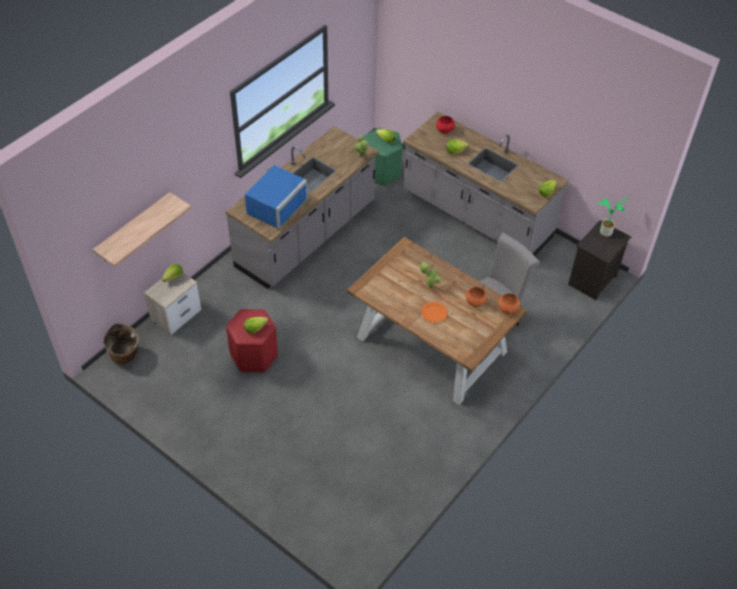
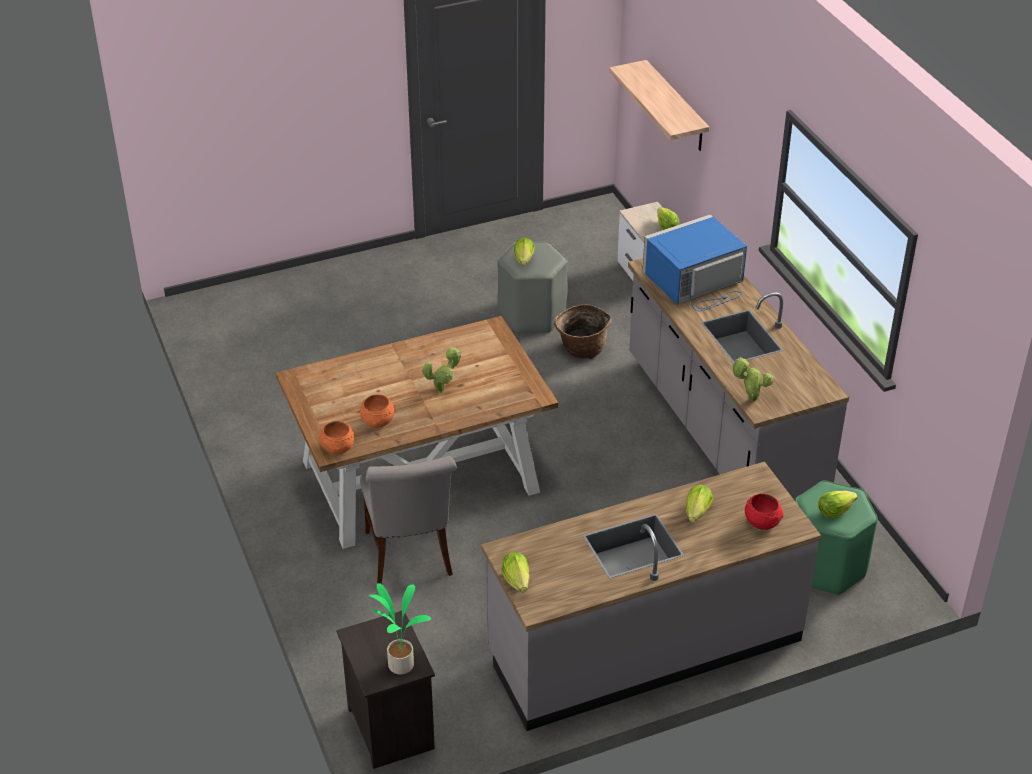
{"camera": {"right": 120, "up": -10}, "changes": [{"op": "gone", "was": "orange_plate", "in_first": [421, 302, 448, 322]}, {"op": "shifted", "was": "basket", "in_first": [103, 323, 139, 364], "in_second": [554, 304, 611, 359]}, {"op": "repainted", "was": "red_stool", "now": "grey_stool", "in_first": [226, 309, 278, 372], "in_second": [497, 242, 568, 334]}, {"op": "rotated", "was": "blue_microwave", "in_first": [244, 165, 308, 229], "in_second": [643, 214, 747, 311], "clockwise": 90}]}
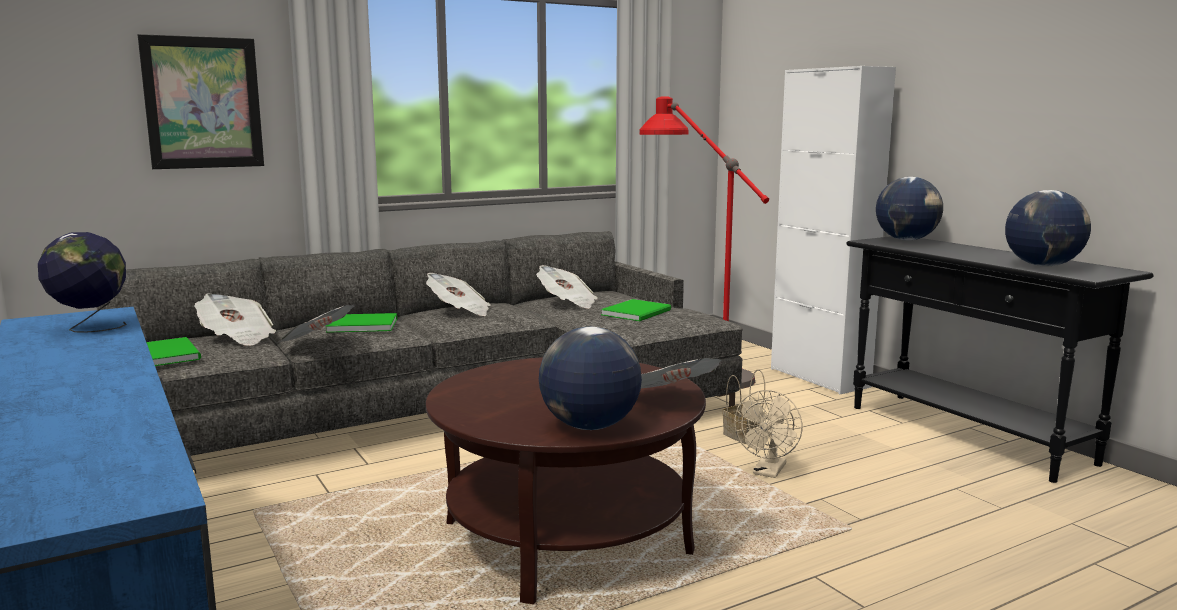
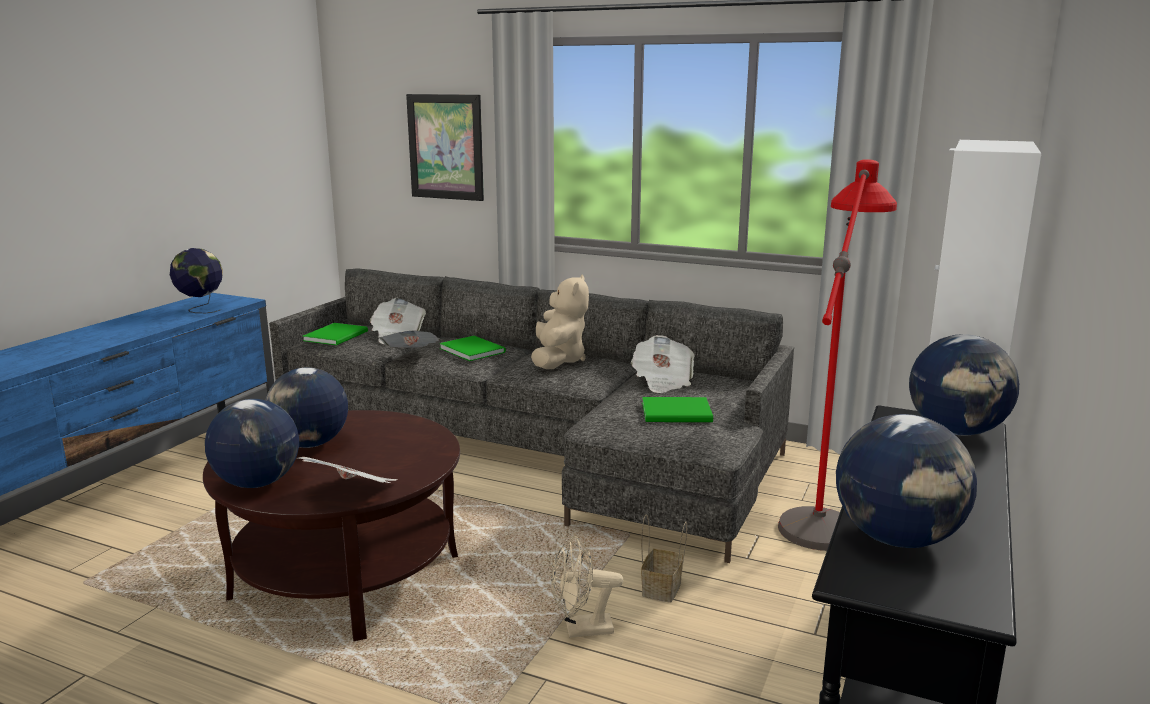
{"camera": {"right": 55, "up": 5}, "changes": [{"op": "new", "now": "globe", "in_second": [266, 367, 348, 448]}, {"op": "swapped", "was": "newspaper", "now": "beige_plush_toy", "in_first": [426, 273, 491, 316], "in_second": [531, 275, 589, 369]}]}
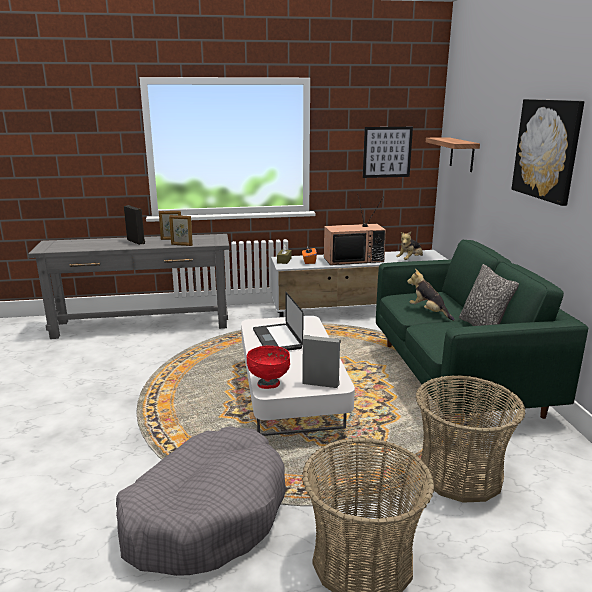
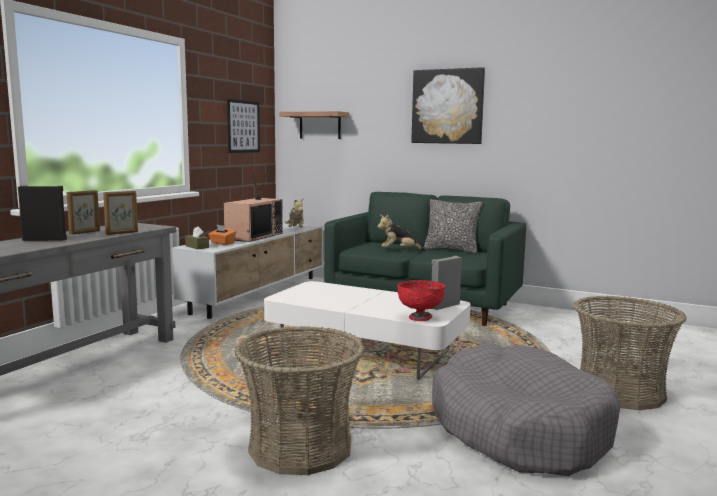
{"camera": {"right": -55, "up": -10}, "changes": [{"op": "gone", "was": "laptop", "in_first": [253, 292, 303, 351]}, {"op": "shifted", "was": "basket", "in_first": [415, 375, 526, 503], "in_second": [234, 326, 365, 475]}]}
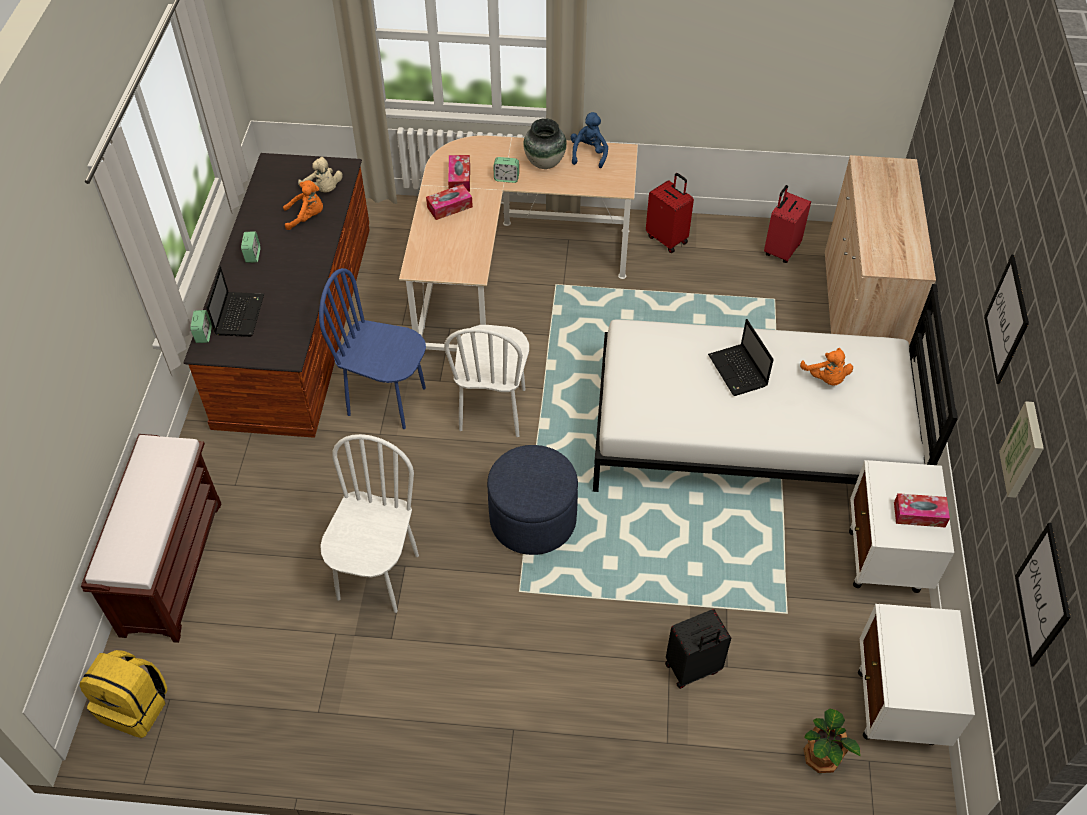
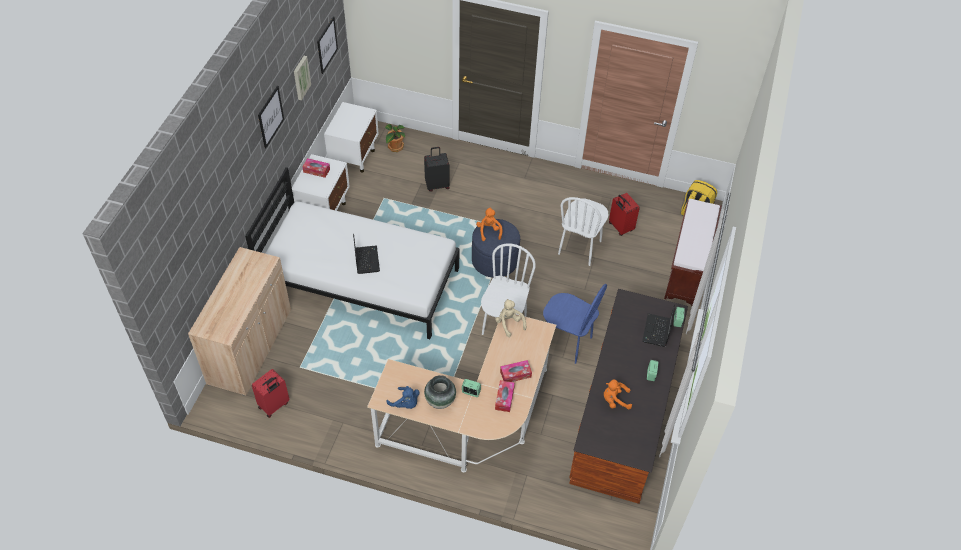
{"camera": {"right": -170, "up": 0}, "changes": [{"op": "shifted", "was": "beige_plush_toy", "in_first": [298, 157, 343, 192], "in_second": [495, 299, 526, 337]}, {"op": "shifted", "was": "red_suitcase", "in_first": [646, 173, 694, 253], "in_second": [609, 193, 640, 236]}, {"op": "shifted", "was": "orange_plush_toy", "in_first": [800, 348, 853, 386], "in_second": [476, 207, 503, 241]}, {"op": "rotated", "was": "blue_plush_toy", "in_first": [571, 112, 608, 168], "in_second": [387, 386, 419, 409], "clockwise": -75}]}
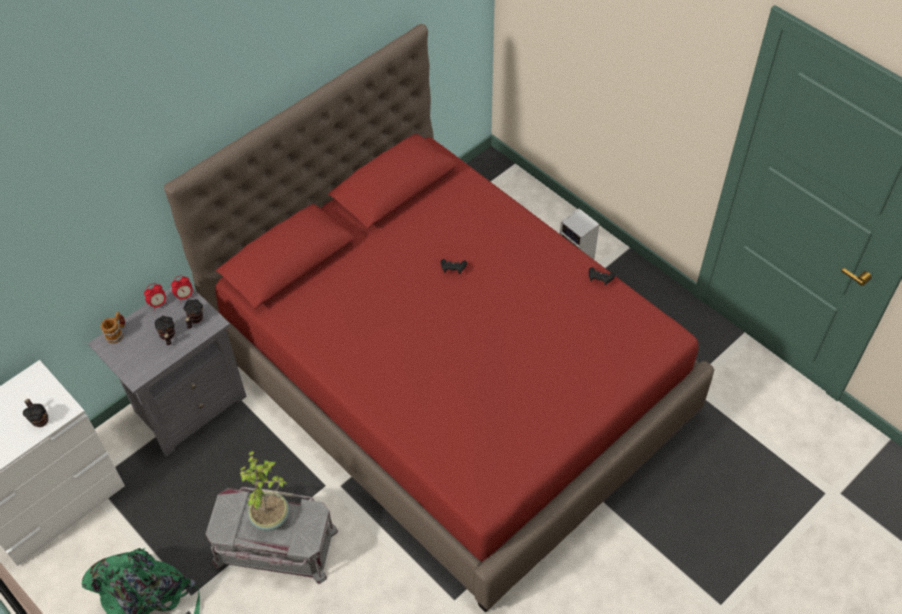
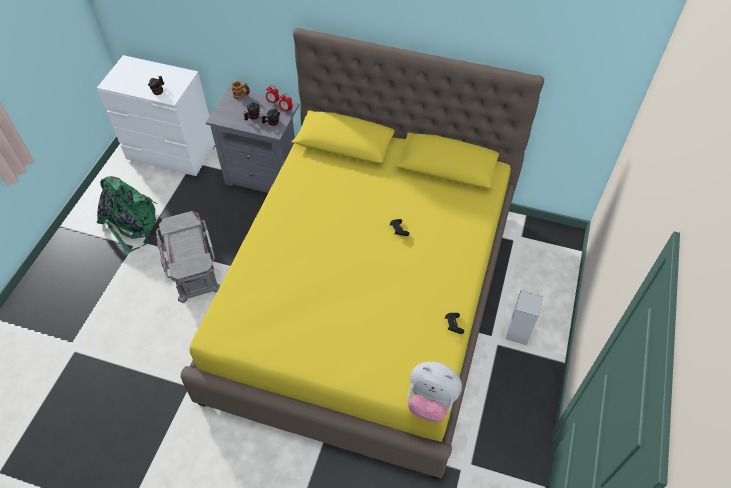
{"camera": {"right": 60, "up": 0}, "changes": [{"op": "gone", "was": "potted_plant", "in_first": [240, 451, 289, 531]}, {"op": "new", "now": "plush_toy", "in_second": [408, 362, 462, 422]}, {"op": "repainted", "was": "red_bed", "now": "yellow_bed", "in_first": [164, 24, 714, 613], "in_second": [181, 28, 544, 479]}]}
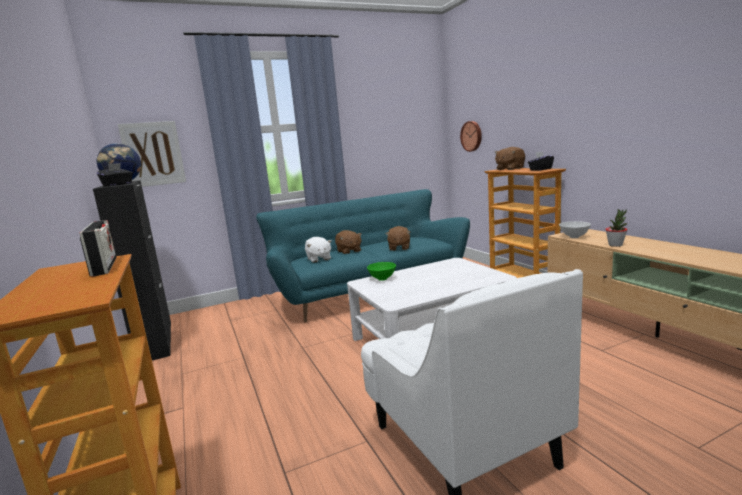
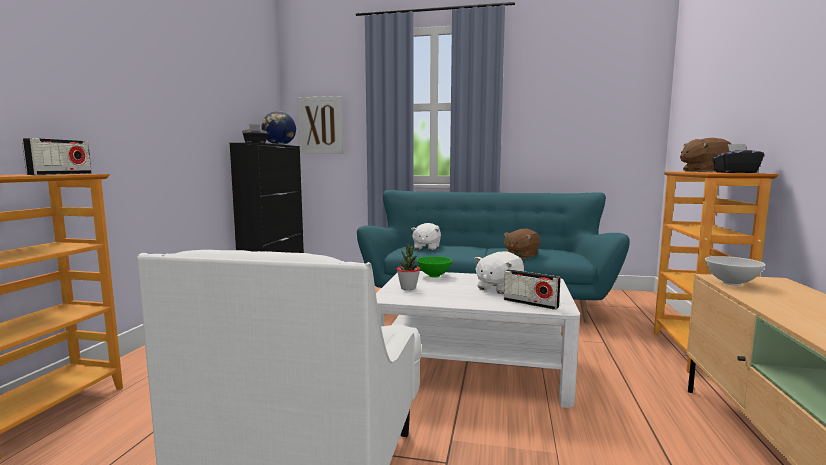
{"camera": {"right": 35, "up": -5}, "changes": [{"op": "gone", "was": "brown_plush_toy", "in_first": [335, 230, 362, 254]}, {"op": "gone", "was": "wall_clock", "in_first": [460, 121, 482, 152]}, {"op": "new", "now": "white_plush_toy", "in_second": [475, 251, 524, 294]}, {"op": "new", "now": "radio", "in_second": [504, 269, 561, 310]}, {"op": "shifted", "was": "potted_plant", "in_first": [605, 209, 628, 247], "in_second": [397, 243, 420, 290]}]}
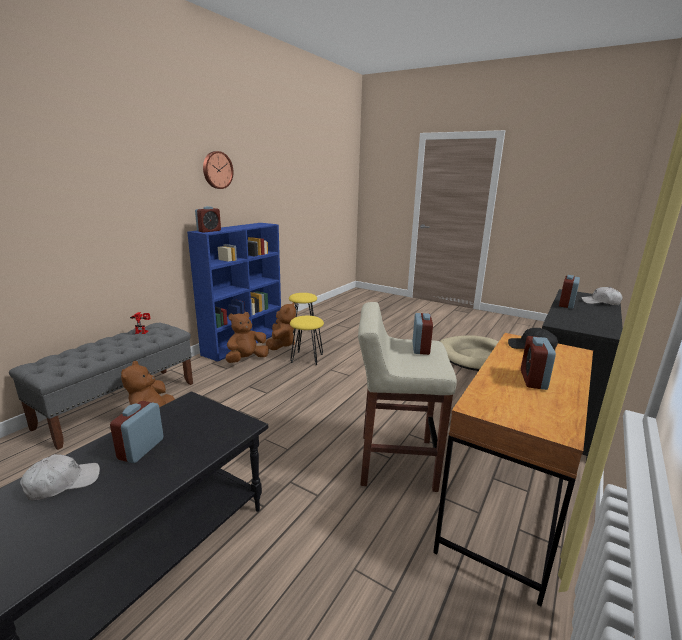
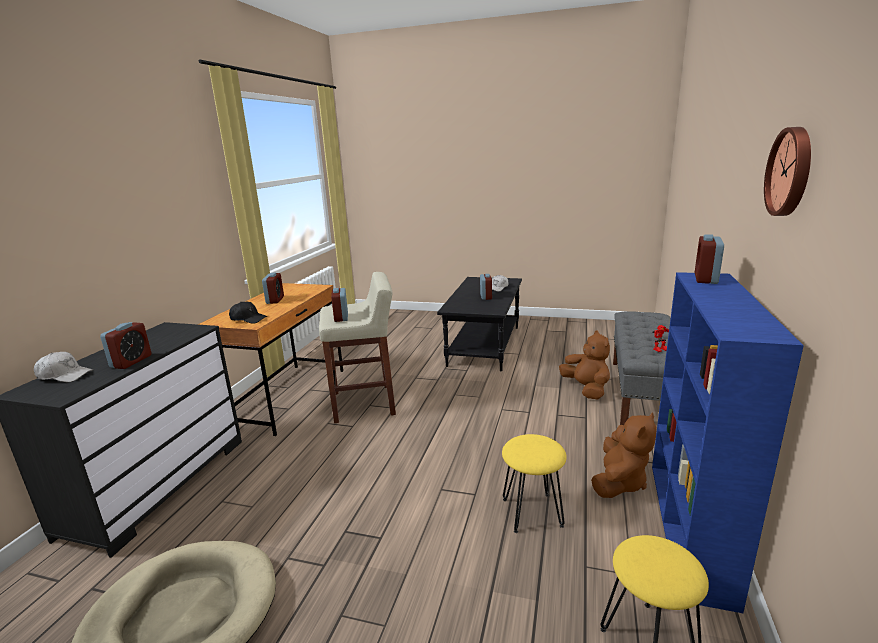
{"camera": {"right": 165, "up": 0}, "changes": [{"op": "gone", "was": "brown_plush_toy", "in_first": [266, 302, 296, 350]}]}
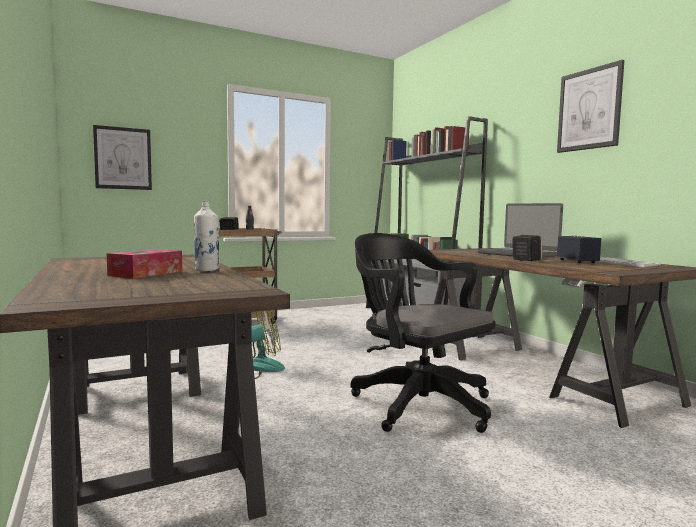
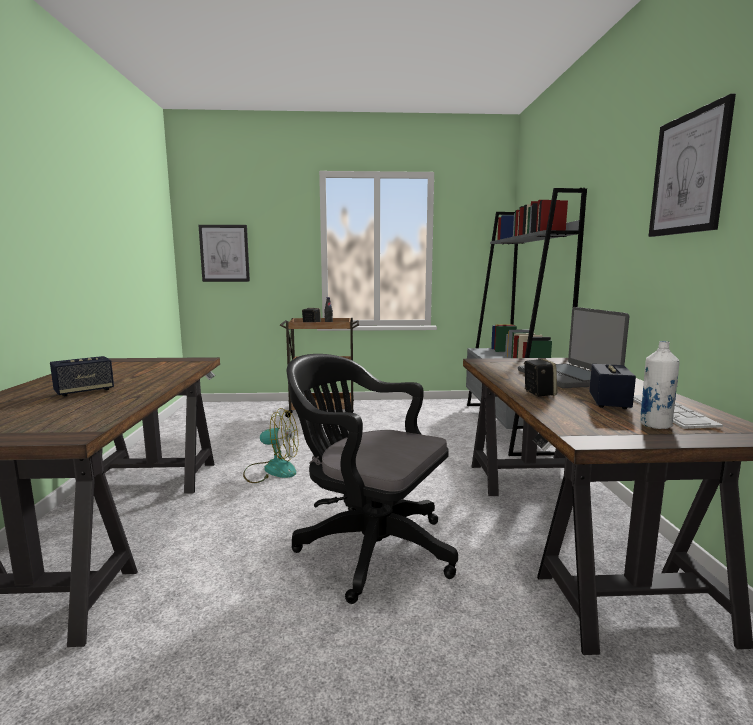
{"camera": {"right": 25, "up": 5}, "changes": [{"op": "shifted", "was": "white_bottle", "in_first": [194, 201, 219, 272], "in_second": [640, 341, 680, 429]}, {"op": "swapped", "was": "tissue_box", "now": "speaker", "in_first": [107, 249, 182, 279], "in_second": [50, 356, 114, 397]}, {"op": "rotated", "was": "black_office_chair", "in_first": [351, 233, 496, 433], "in_second": [287, 354, 458, 604], "clockwise": -45}]}
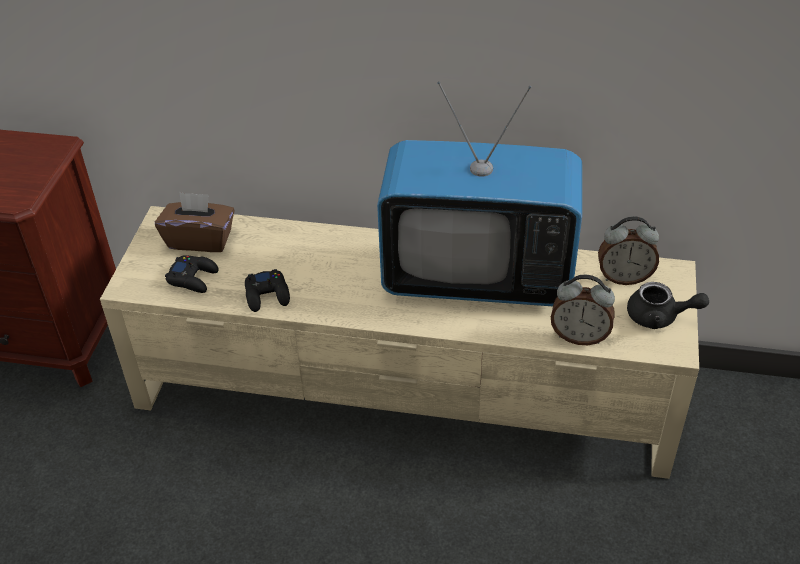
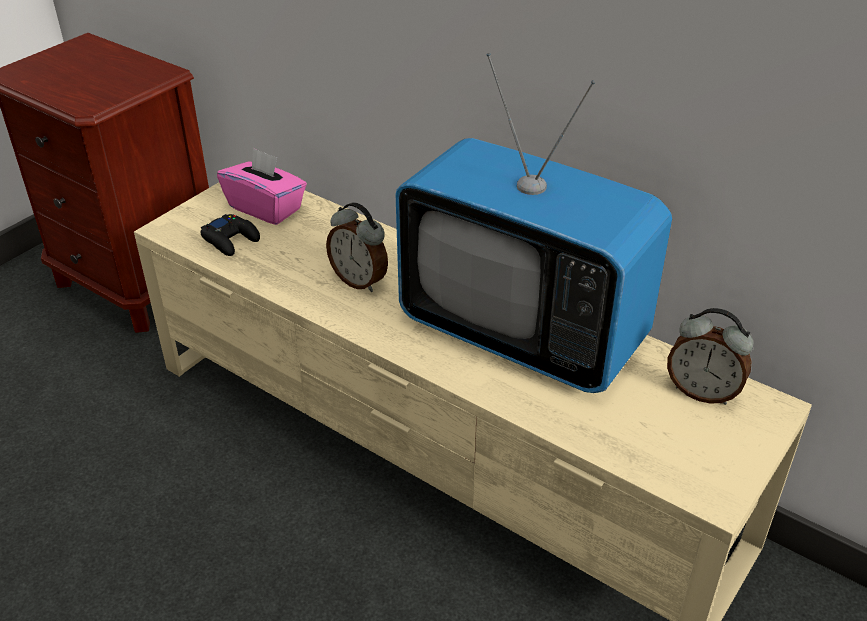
{"camera": {"right": 25, "up": -5}, "changes": [{"op": "gone", "was": "black_game_controller", "in_first": [245, 269, 290, 312]}, {"op": "gone", "was": "black_teapot", "in_first": [627, 282, 709, 329]}, {"op": "shifted", "was": "alarm_clock", "in_first": [551, 275, 615, 345], "in_second": [326, 202, 388, 292]}, {"op": "repainted", "was": "brown_tissue_box", "now": "pink_tissue_box", "in_first": [155, 192, 235, 252], "in_second": [217, 147, 307, 225]}]}
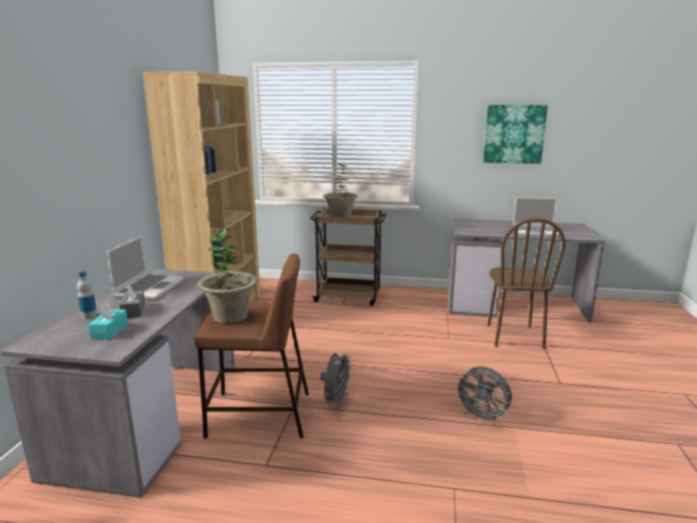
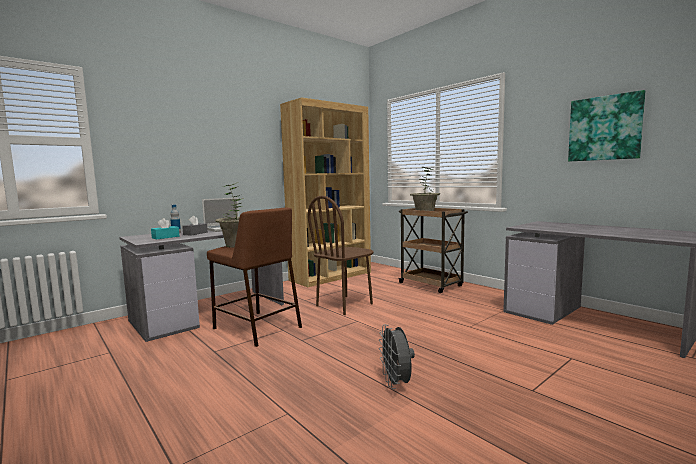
{"camera": {"right": 40, "up": -10}, "changes": [{"op": "gone", "was": "grey_fan", "in_first": [320, 351, 353, 408]}, {"op": "gone", "was": "laptop", "in_first": [512, 197, 560, 237]}, {"op": "shifted", "was": "brown_chair", "in_first": [487, 218, 566, 349], "in_second": [308, 196, 373, 315]}]}
